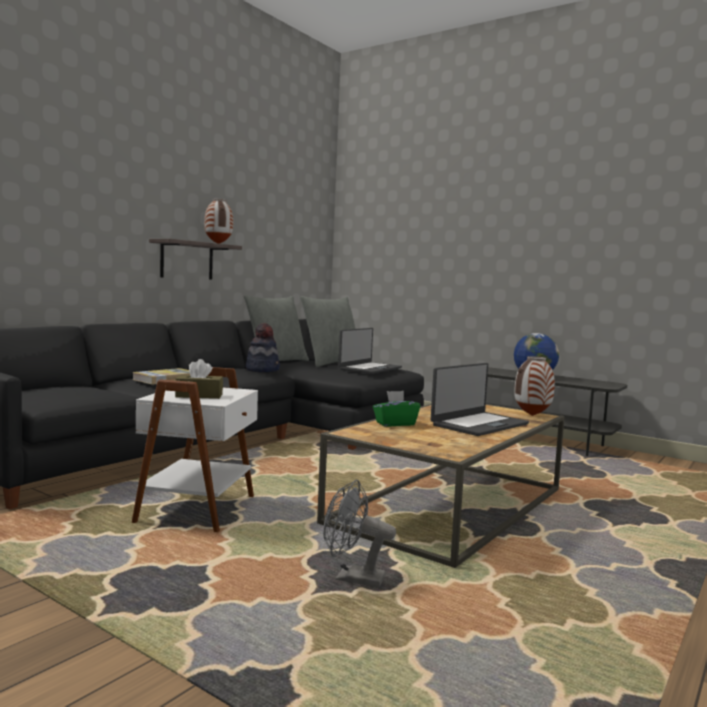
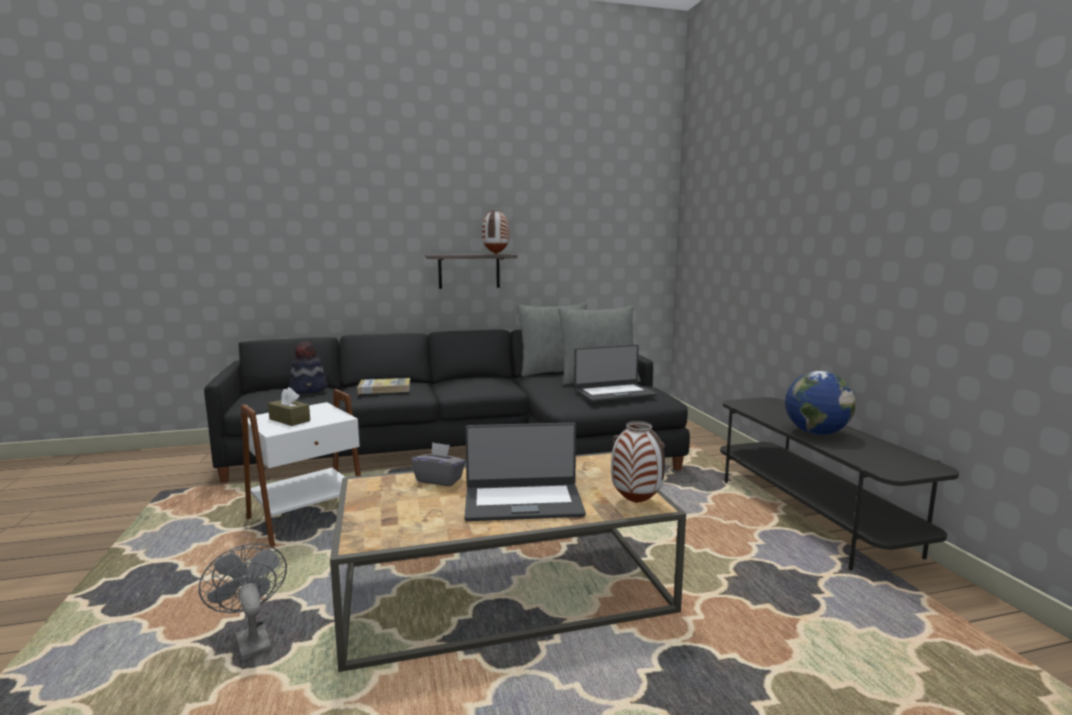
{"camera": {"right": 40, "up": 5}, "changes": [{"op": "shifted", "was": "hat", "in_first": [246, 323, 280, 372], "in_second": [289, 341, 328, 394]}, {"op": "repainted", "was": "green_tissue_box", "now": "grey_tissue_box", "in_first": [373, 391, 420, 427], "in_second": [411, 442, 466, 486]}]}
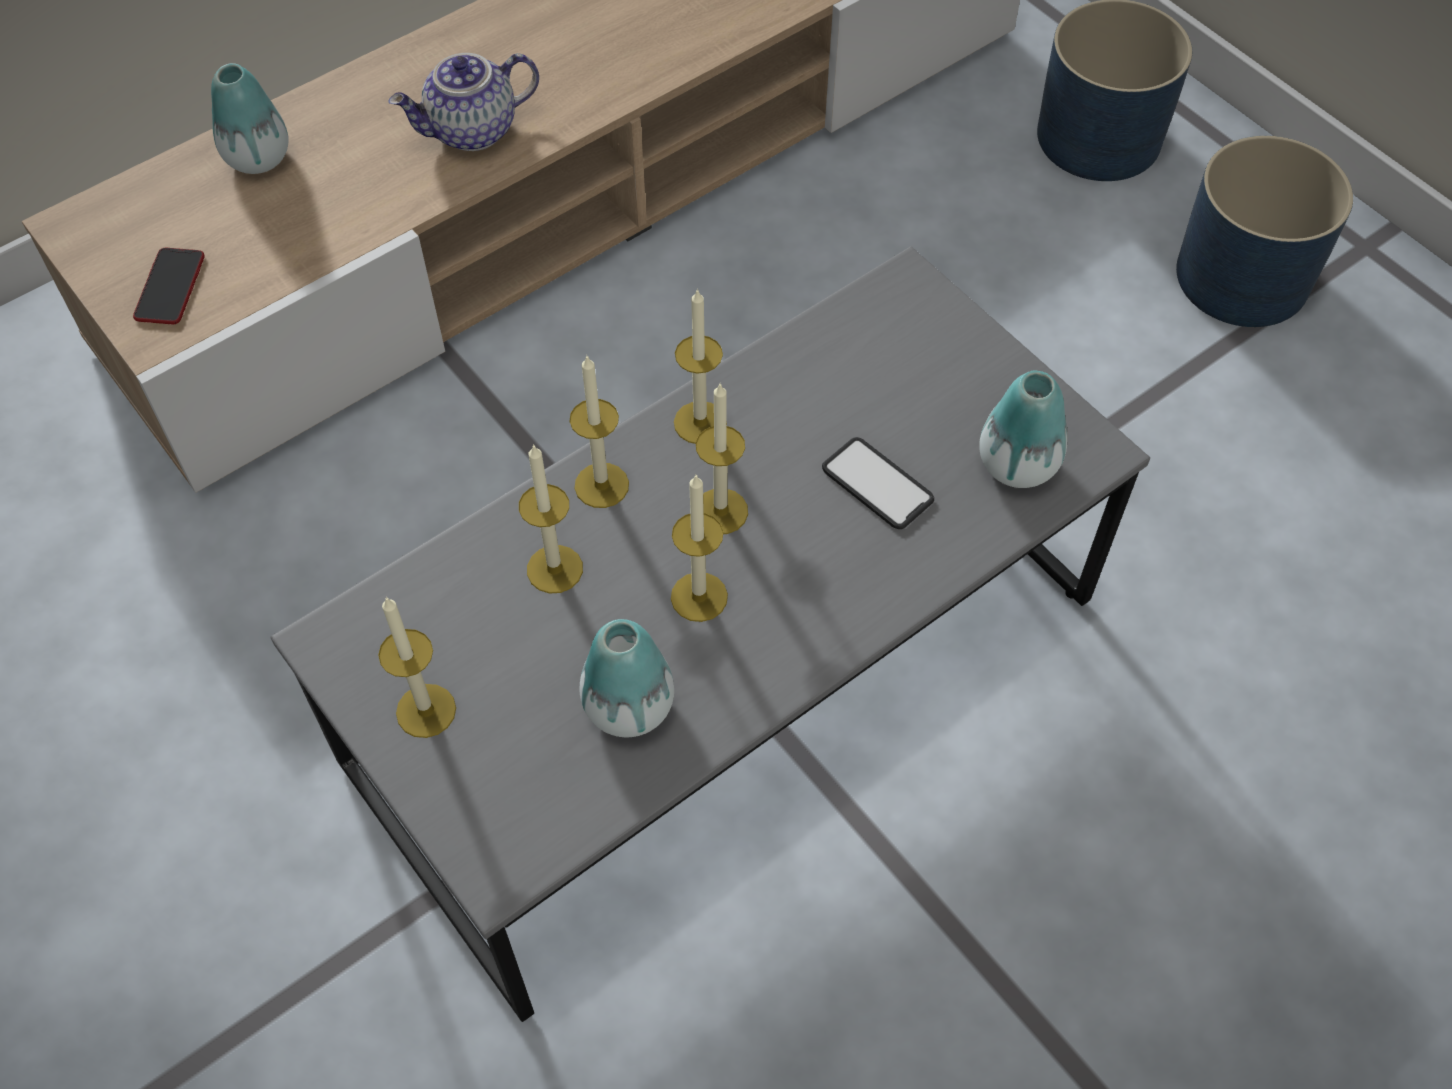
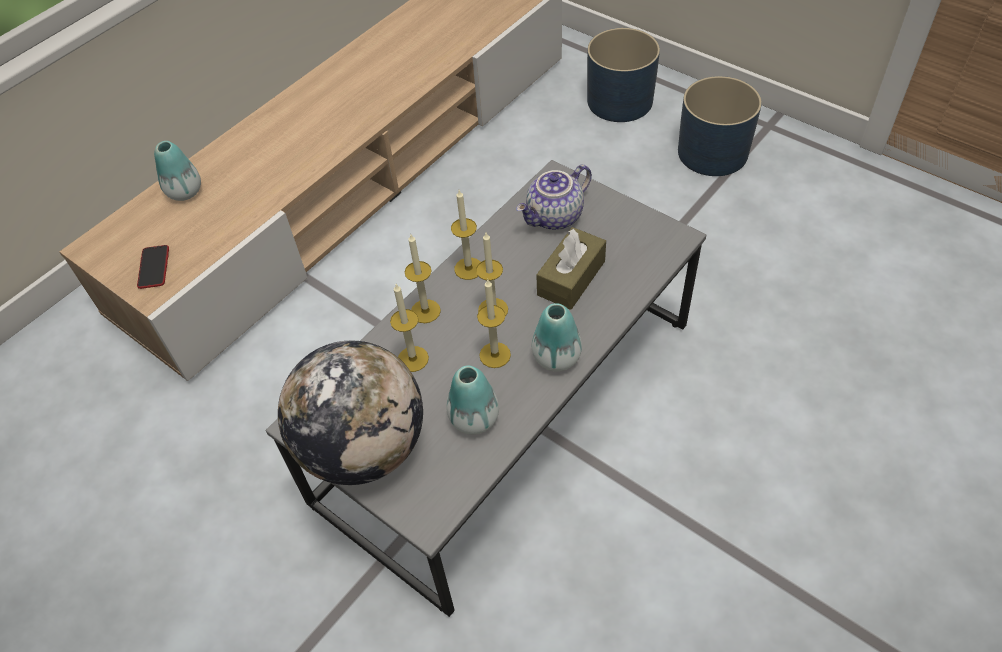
{"camera": {"right": -10, "up": -5}, "changes": [{"op": "shifted", "was": "teapot", "in_first": [388, 53, 539, 151], "in_second": [516, 165, 592, 230]}, {"op": "shifted", "was": "vase", "in_first": [979, 370, 1068, 488], "in_second": [532, 303, 582, 372]}, {"op": "swapped", "was": "candle", "now": "globe", "in_first": [378, 597, 456, 738], "in_second": [278, 341, 423, 485]}, {"op": "swapped", "was": "phone", "now": "brown_tissue_box", "in_first": [822, 437, 934, 529], "in_second": [536, 227, 606, 310]}]}
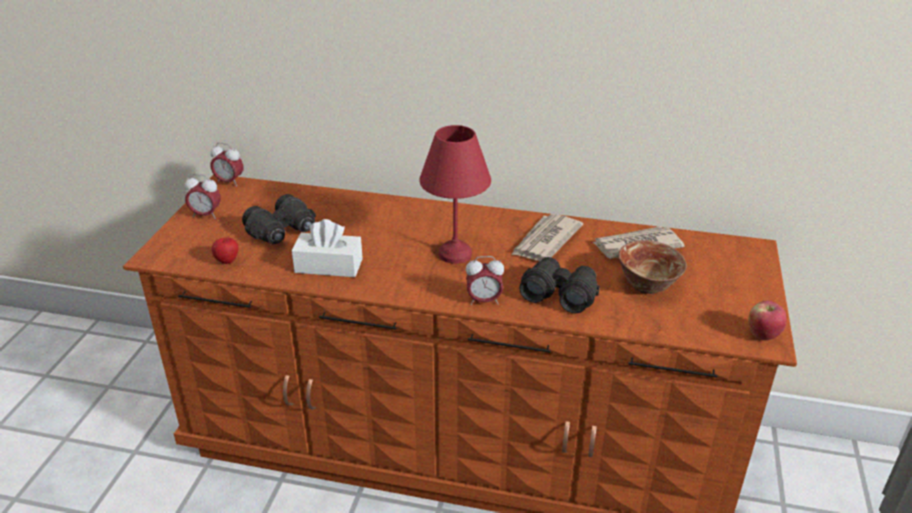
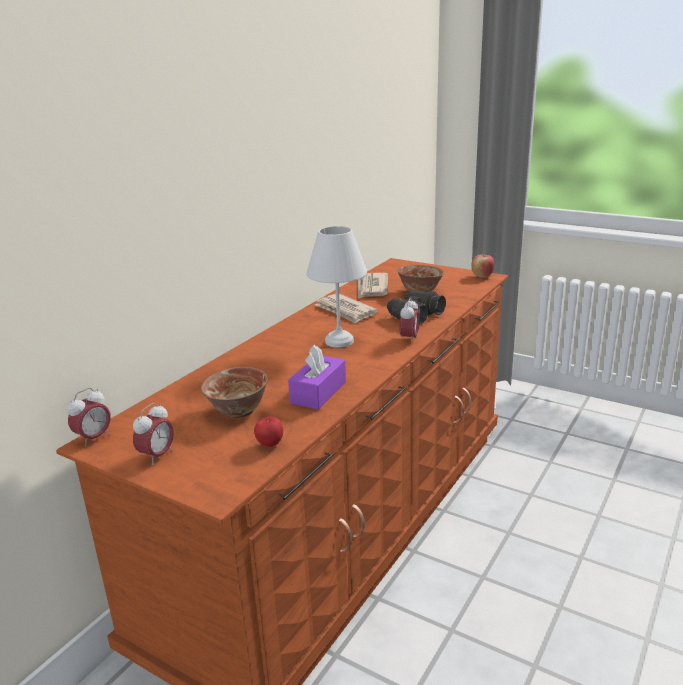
{"camera": {"right": -70, "up": -10}, "changes": [{"op": "swapped", "was": "black_binoculars", "now": "bowl", "in_first": [242, 194, 316, 244], "in_second": [201, 367, 268, 418]}, {"op": "repainted", "was": "white_tissue_box", "now": "purple_tissue_box", "in_first": [292, 219, 363, 277], "in_second": [288, 345, 346, 410]}, {"op": "repainted", "was": "red_table_lamp", "now": "white_table_lamp", "in_first": [419, 125, 491, 264], "in_second": [306, 226, 367, 348]}]}
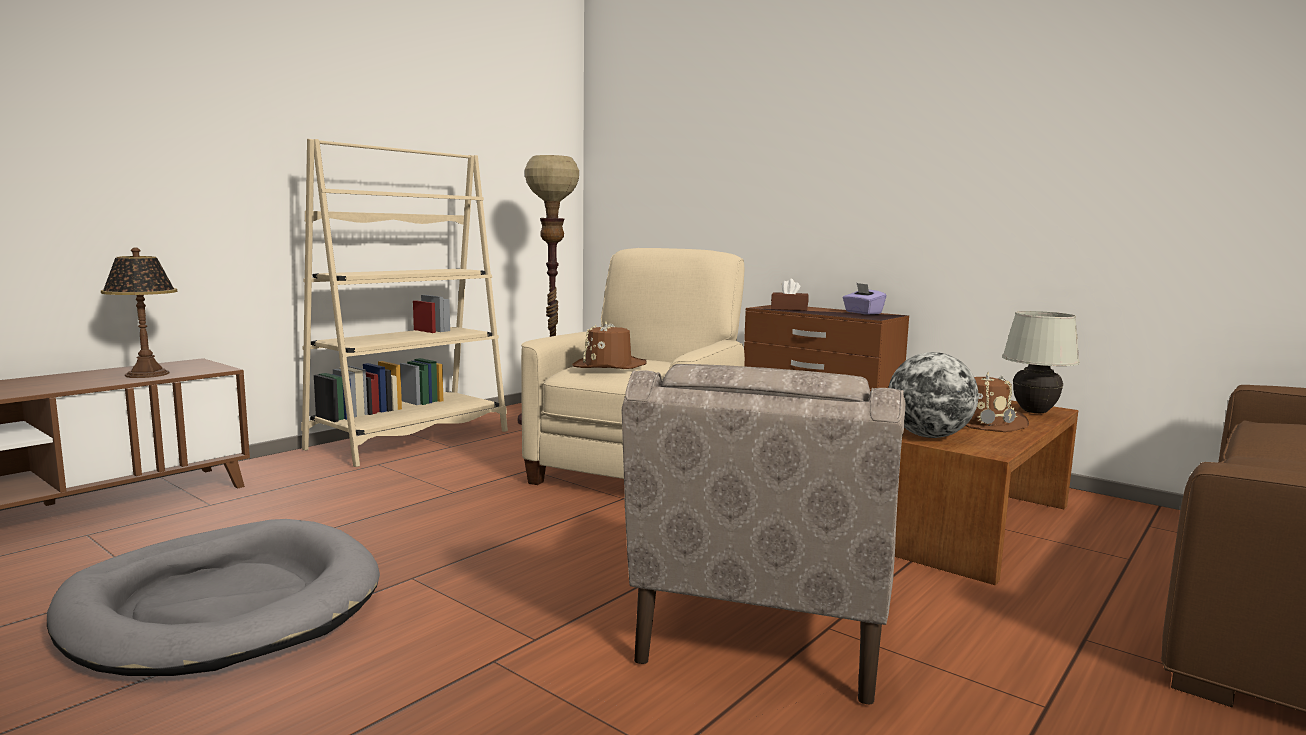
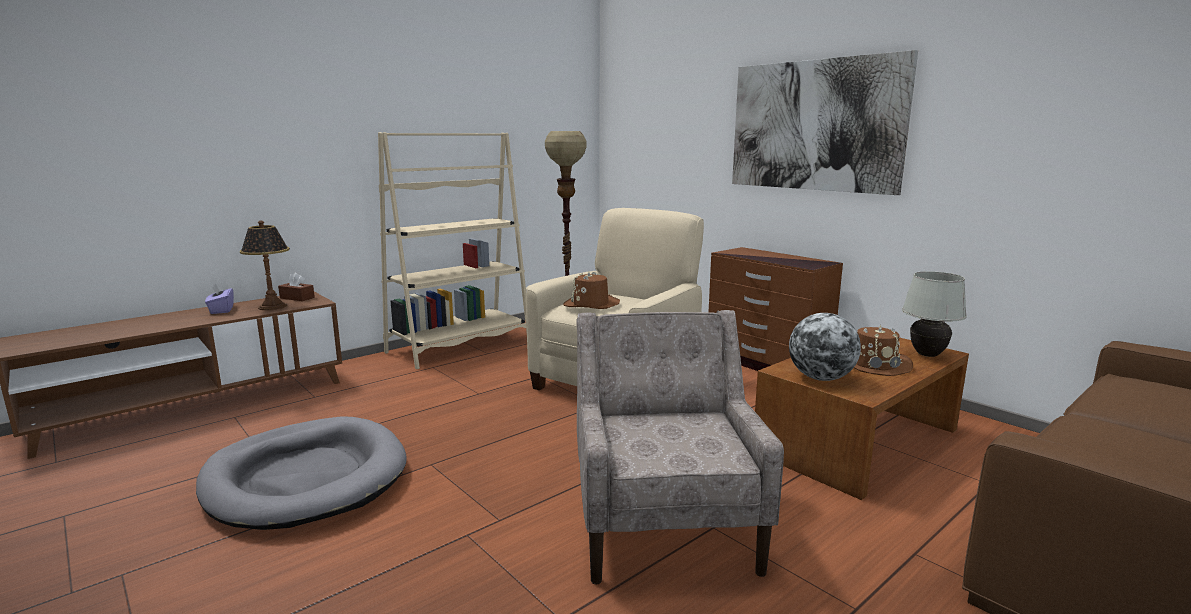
{"camera": {"right": 10, "up": 5}, "changes": [{"op": "new", "now": "picture", "in_second": [732, 50, 918, 195]}, {"op": "shifted", "was": "brown_tissue_box", "in_first": [771, 279, 808, 311], "in_second": [278, 273, 315, 301]}, {"op": "shifted", "was": "purple_tissue_box", "in_first": [843, 283, 887, 315], "in_second": [205, 283, 234, 314]}, {"op": "rotated", "was": "beige_armchair", "in_first": [622, 364, 905, 705], "in_second": [576, 310, 784, 585], "clockwise": 150}]}
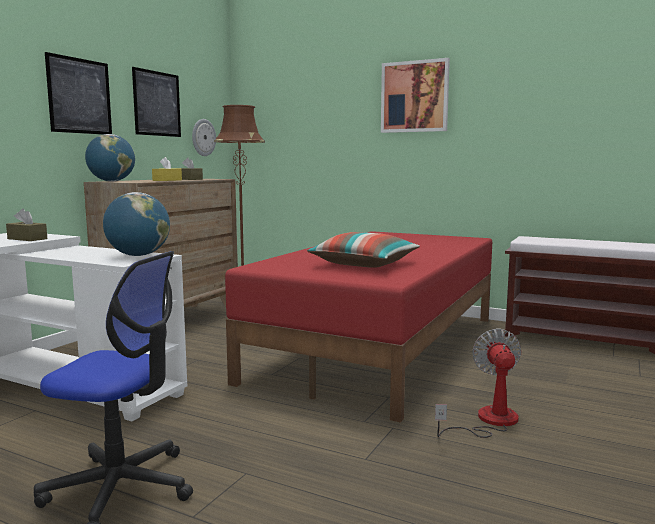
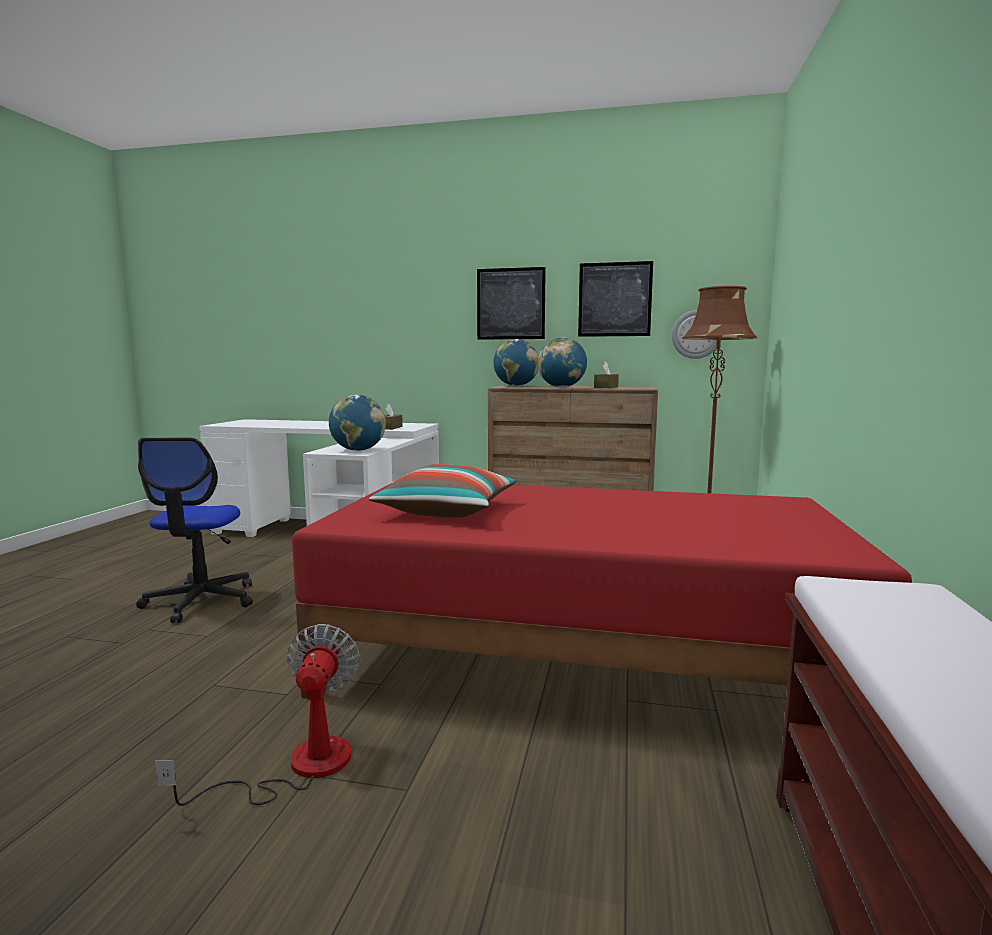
{"camera": {"right": 75, "up": 0}, "changes": [{"op": "gone", "was": "picture", "in_first": [381, 58, 450, 133]}, {"op": "swapped", "was": "yellow_tissue_box", "now": "globe", "in_first": [152, 157, 182, 181], "in_second": [538, 338, 587, 387]}, {"op": "rotated", "was": "fan", "in_first": [435, 329, 521, 438], "in_second": [155, 624, 361, 806], "clockwise": -75}]}
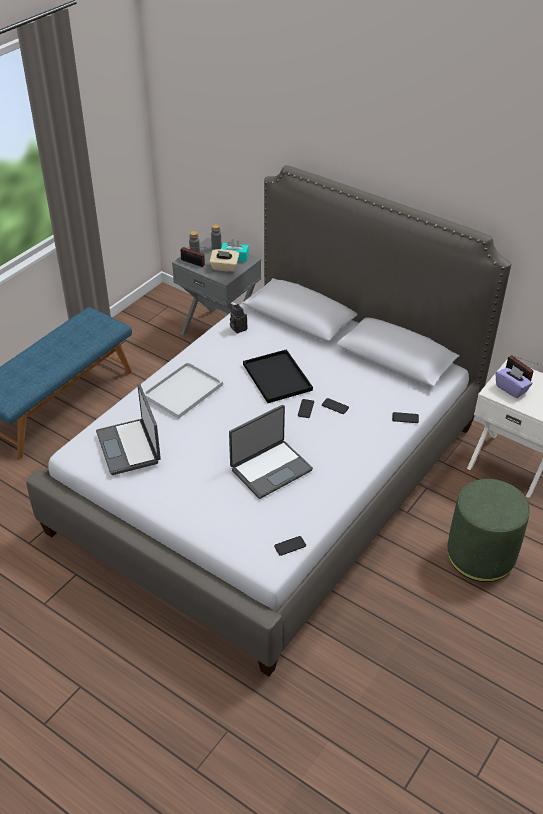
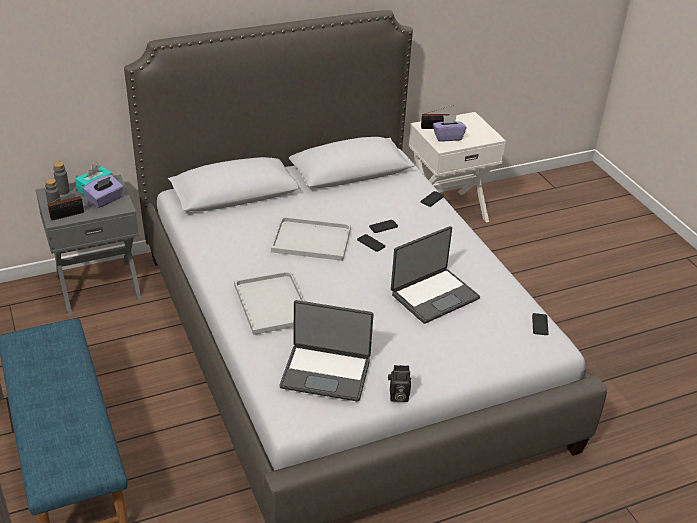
{"camera": {"right": -60, "up": -5}, "changes": [{"op": "gone", "was": "green_ottoman", "in_first": [447, 479, 530, 582]}, {"op": "shifted", "was": "photo_camera", "in_first": [230, 304, 247, 333], "in_second": [388, 365, 411, 402]}, {"op": "repainted", "was": "beige_tissue_box", "now": "purple_tissue_box", "in_first": [210, 249, 240, 272], "in_second": [83, 175, 123, 208]}, {"op": "repainted", "was": "black_tray", "now": "white_tray", "in_first": [243, 349, 313, 403], "in_second": [271, 217, 351, 261]}, {"op": "rotated", "was": "laptop", "in_first": [229, 405, 313, 499], "in_second": [391, 226, 480, 324], "clockwise": 60}]}
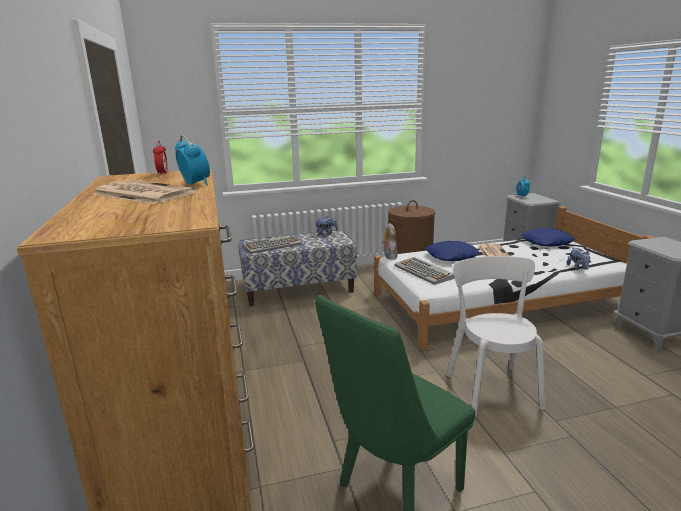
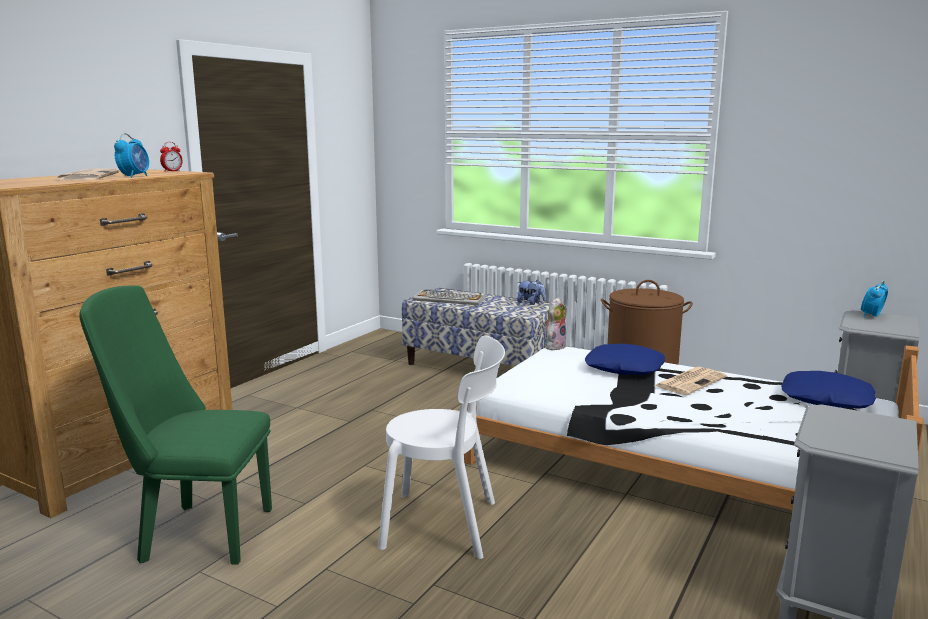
{"camera": {"right": 45, "up": -5}, "changes": [{"op": "gone", "was": "keyboard", "in_first": [395, 257, 455, 285]}, {"op": "gone", "was": "plush_toy", "in_first": [566, 248, 590, 270]}, {"op": "rotated", "was": "white_chair", "in_first": [447, 256, 545, 417], "in_second": [378, 335, 505, 559], "clockwise": 60}]}
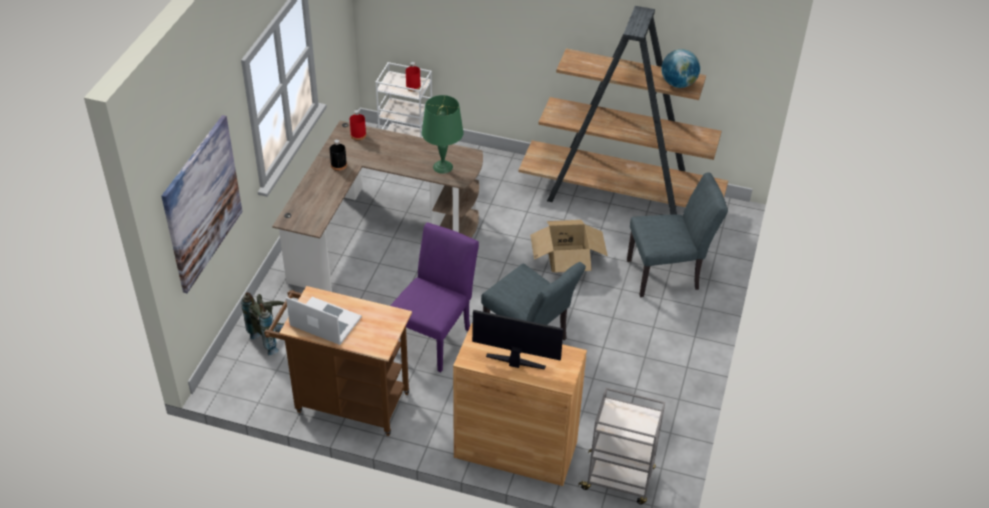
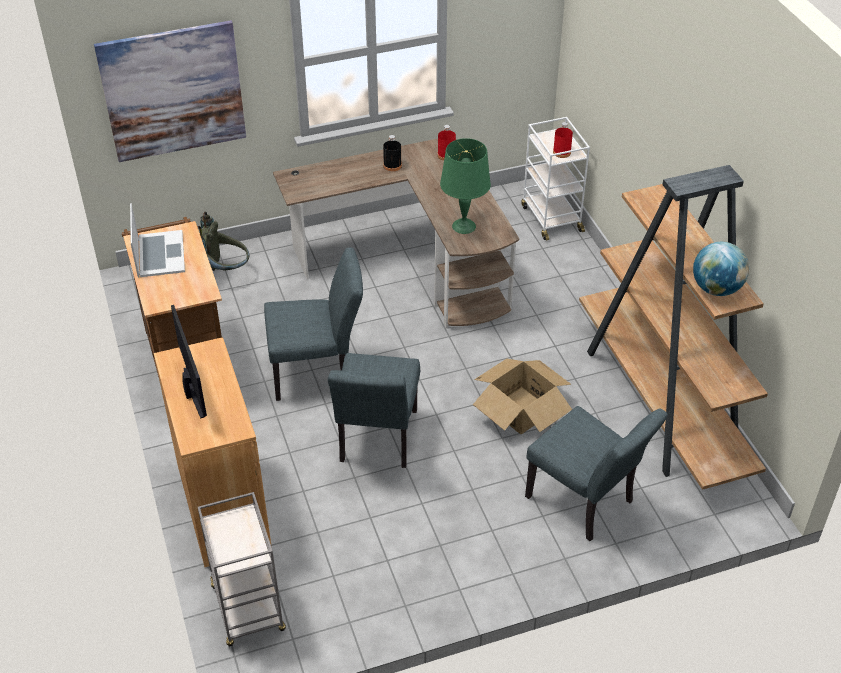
{"camera": {"right": 55, "up": 0}, "changes": [{"op": "repainted", "was": "purple_chair", "now": "grey_chair", "in_first": [390, 223, 479, 372], "in_second": [264, 248, 363, 401]}]}
